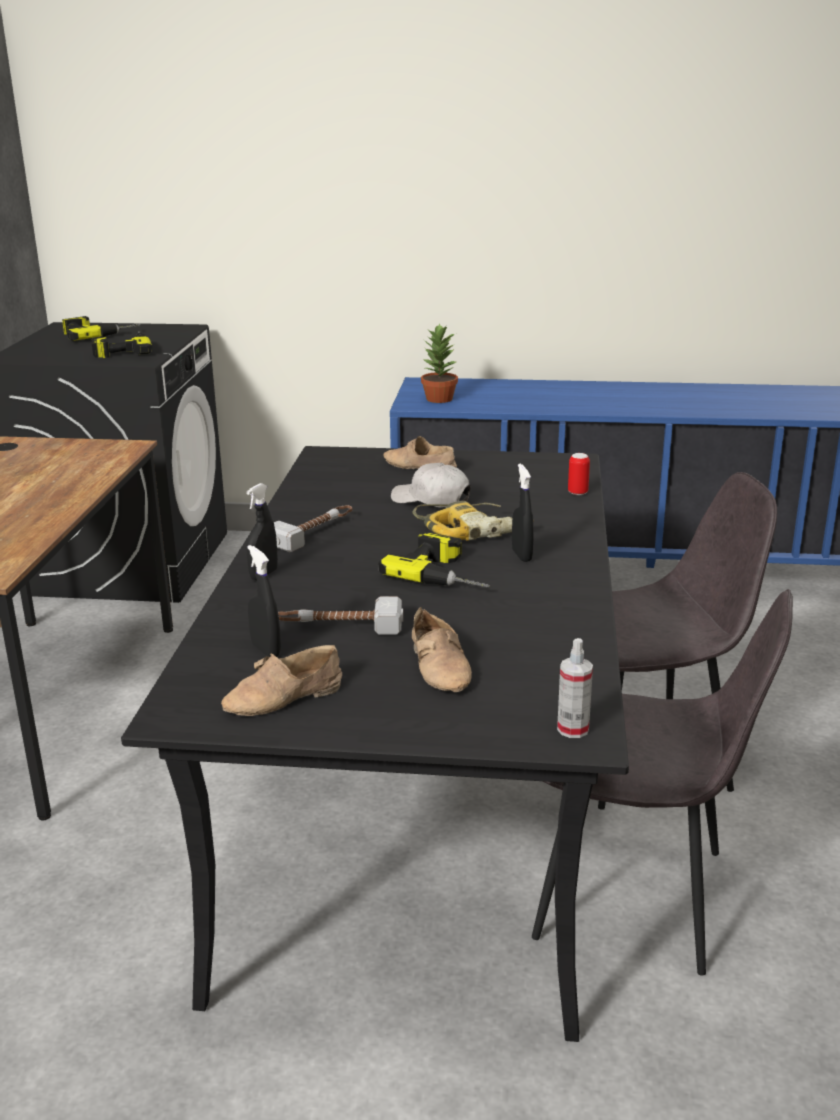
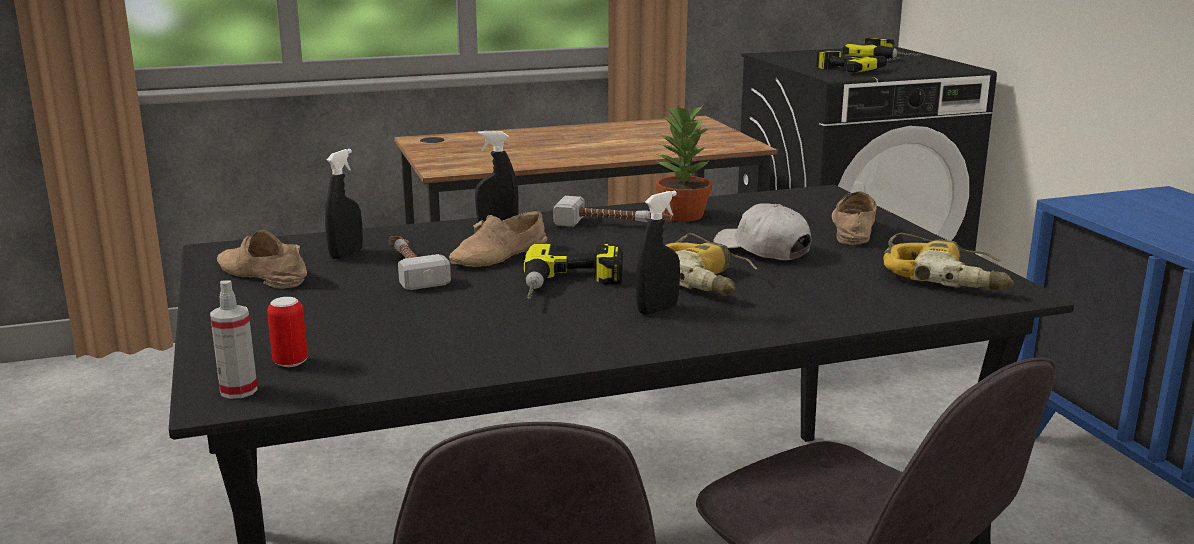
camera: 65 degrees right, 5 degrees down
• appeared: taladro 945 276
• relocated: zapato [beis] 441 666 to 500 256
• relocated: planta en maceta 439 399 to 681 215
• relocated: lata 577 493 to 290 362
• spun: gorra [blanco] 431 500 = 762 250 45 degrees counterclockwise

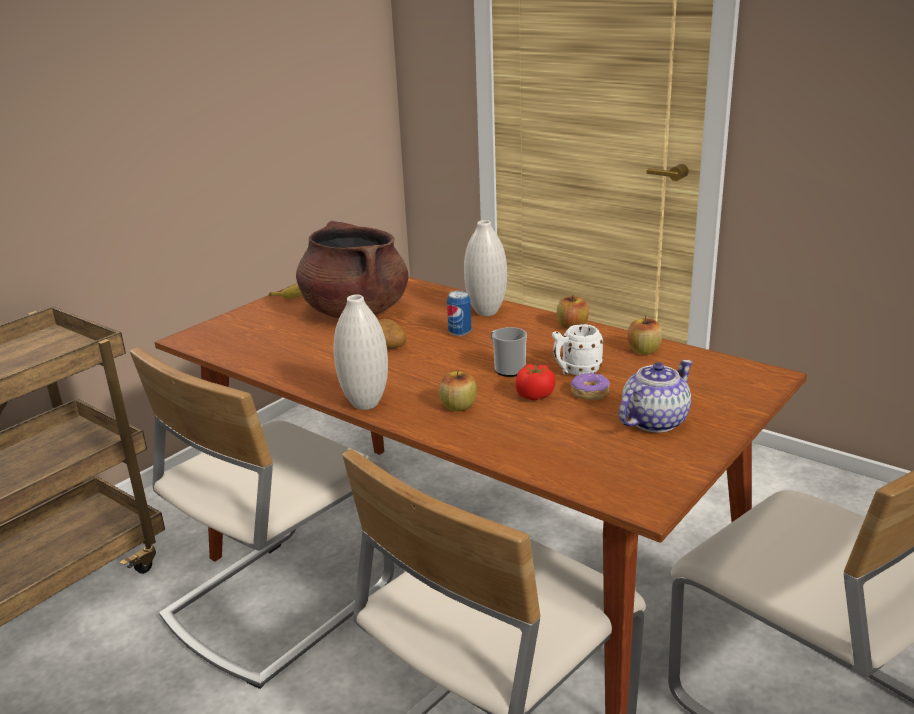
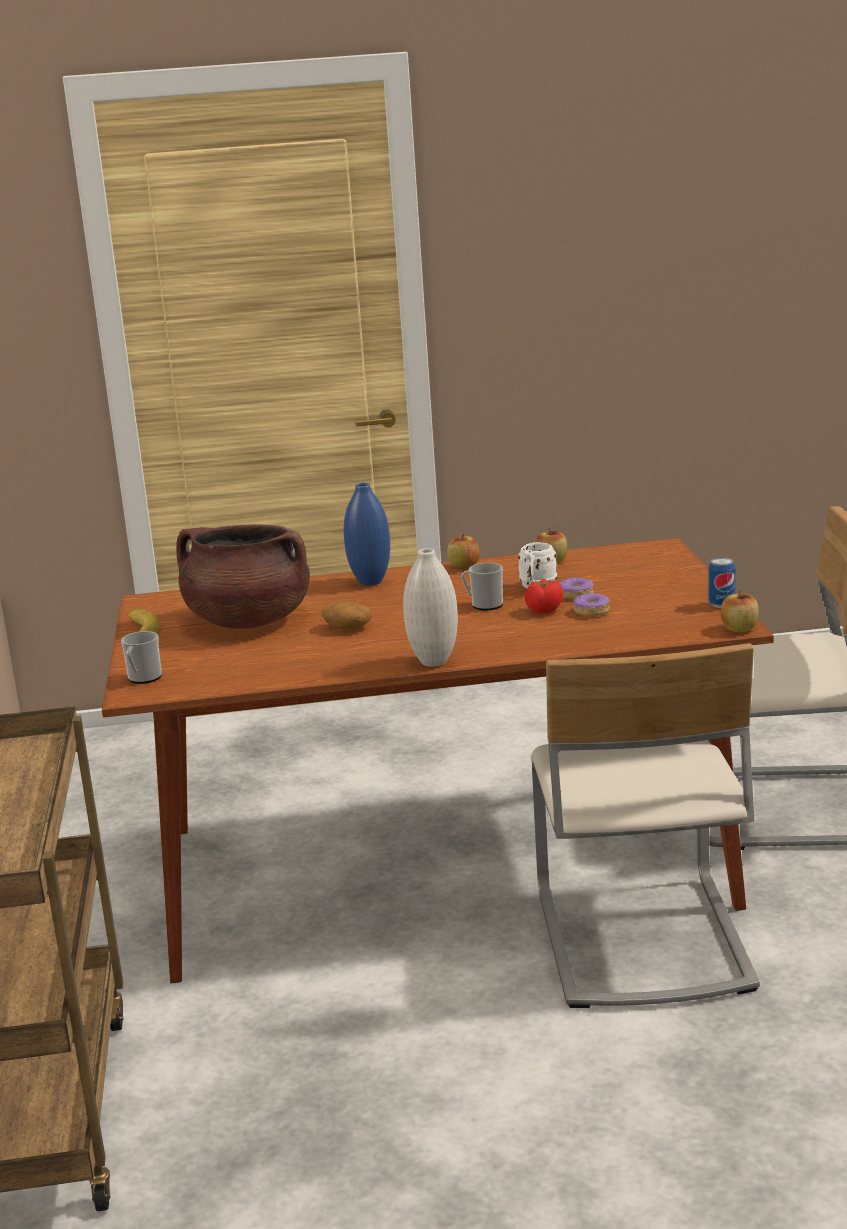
camera: 45 degrees left, 5 degrees down
• missing: silla [beis] 278 601
• missing: tetera 653 421
• appeared: taza grande 143 679
• appeared: rosquilla 591 611
• relocated: manzana 458 406 to 739 629
• relocated: lata 460 332 to 721 604
• colour: florero [blanco] 486 312 to florero [azul] 370 582

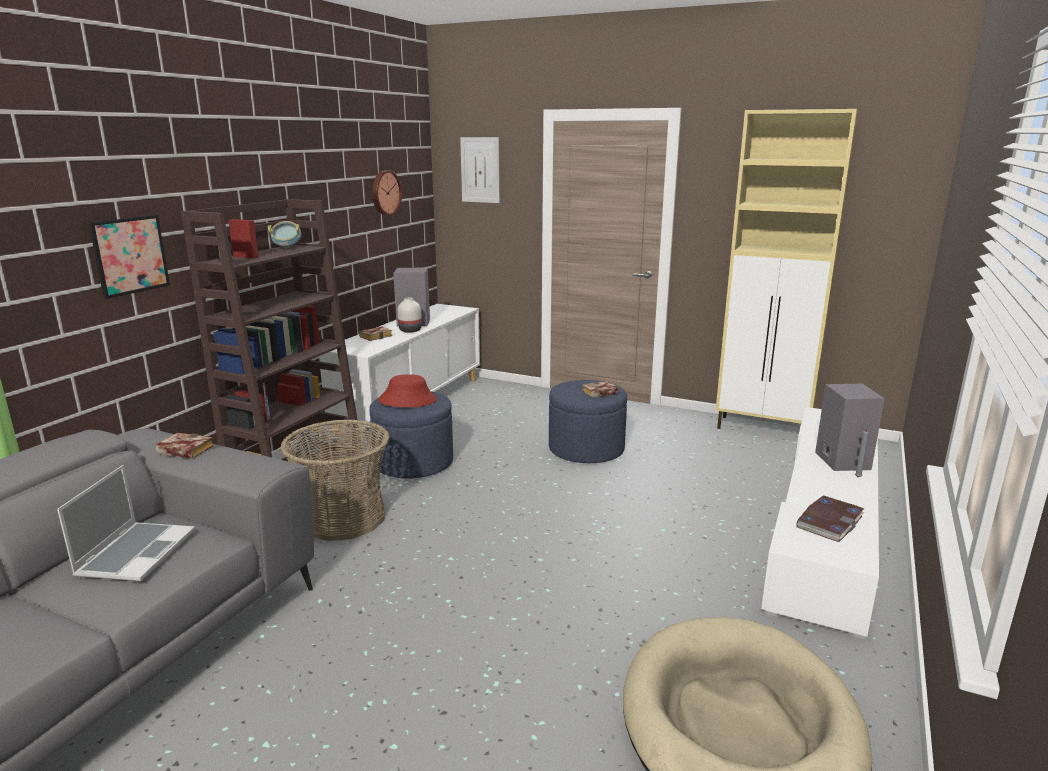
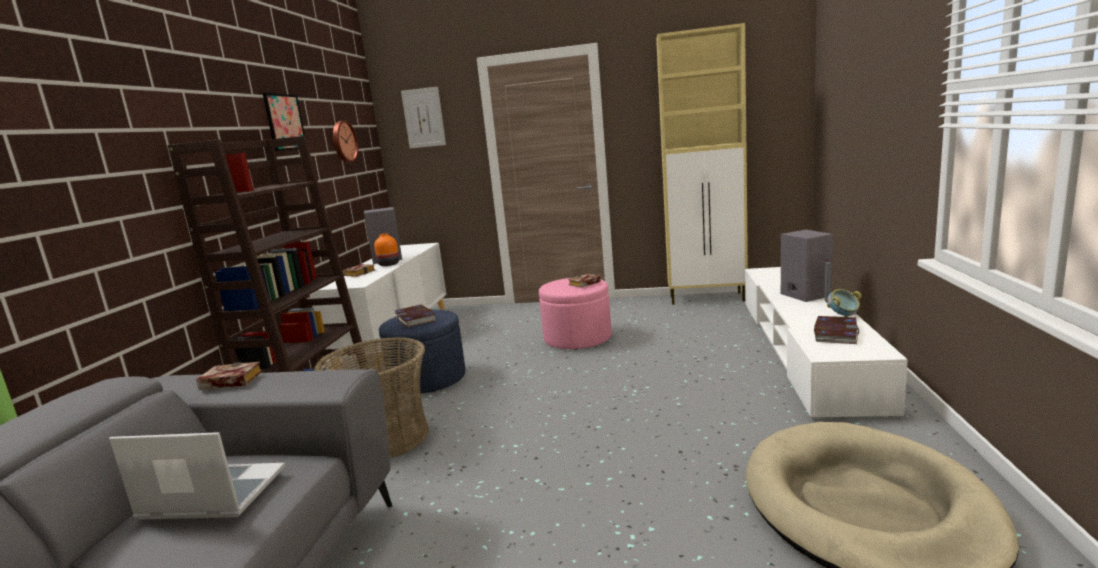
camera: 15 degrees left, 5 degrees down
• relocated: cuadro 130 255 to 285 122
• relocated: cuenco 287 248 to 843 316
• exchanged: sombrero [rojo] 407 400 to libro 415 318
• colour: florero [blanco] 411 330 to florero [naranja] 389 264
• colour: puf [azul] 586 449 to puf [rosa] 577 338
• spun: portátil 136 553 = 211 495 75 degrees counterclockwise

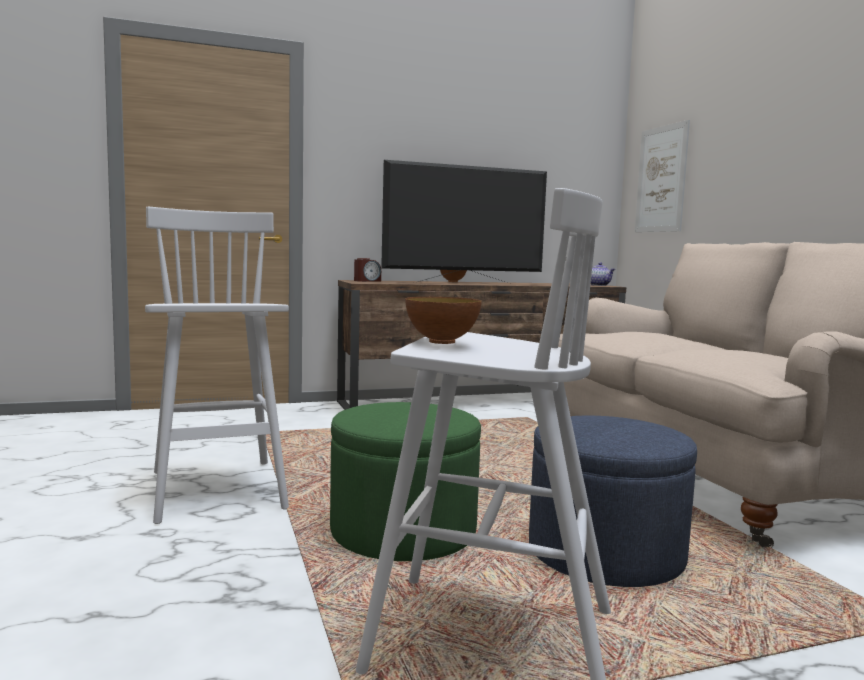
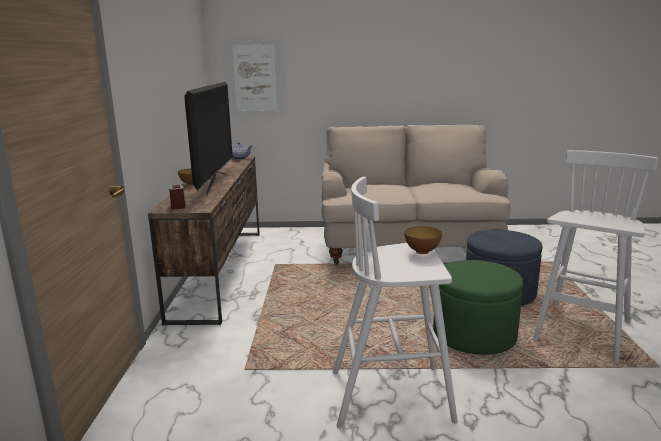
camera: 70 degrees left, 10 degrees up
• relocated: cuenco 442 342 to 422 252

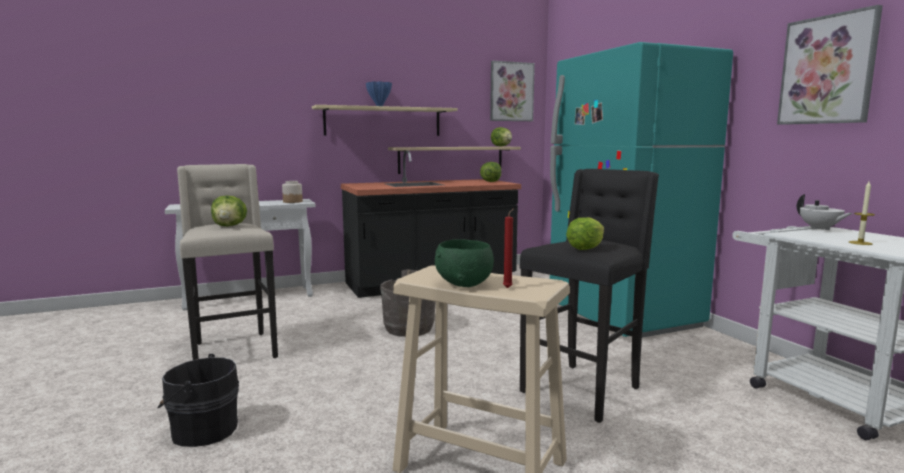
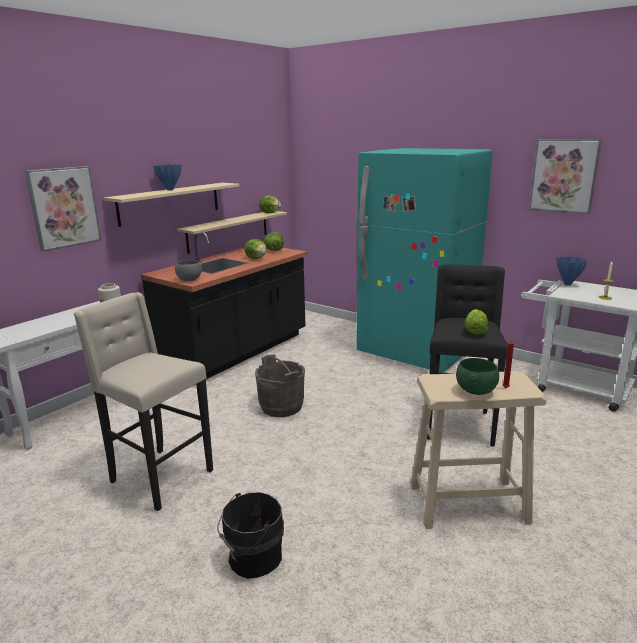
camera: 30 degrees left, 10 degrees up
• appeared: cuenco [gris] 189 280
• relocated: lechuga 229 226 to 256 258
• relocated: cuadro 511 92 to 64 207
• exchanged: tetera [blanco] 819 228 to florero [azul] 568 284

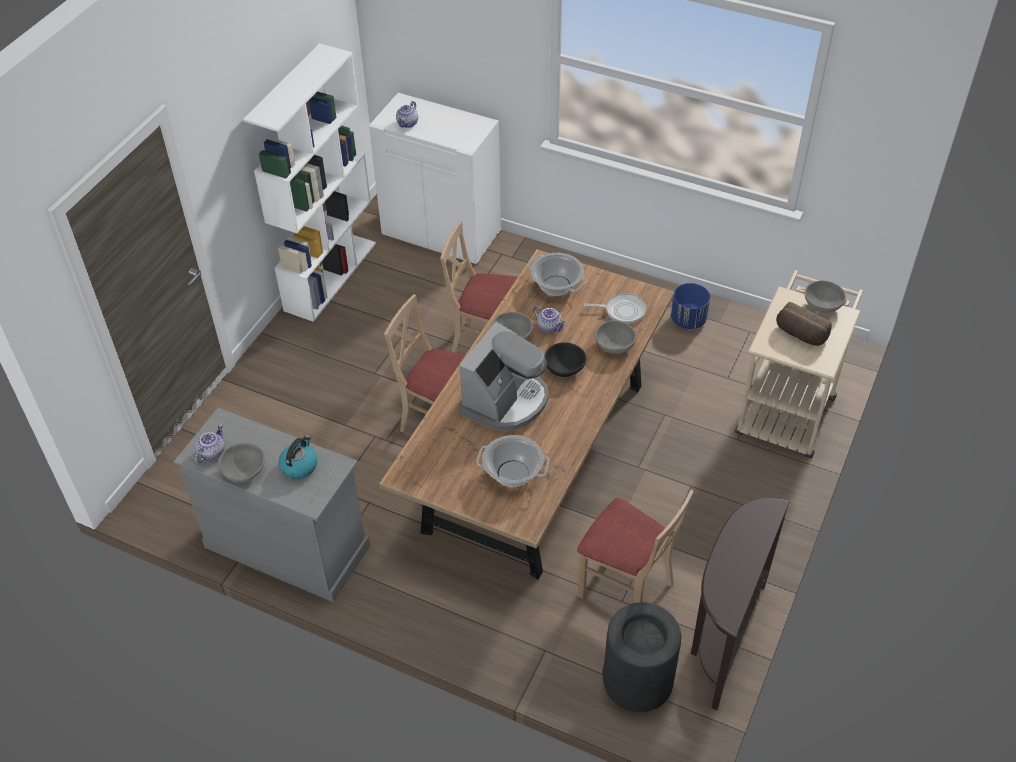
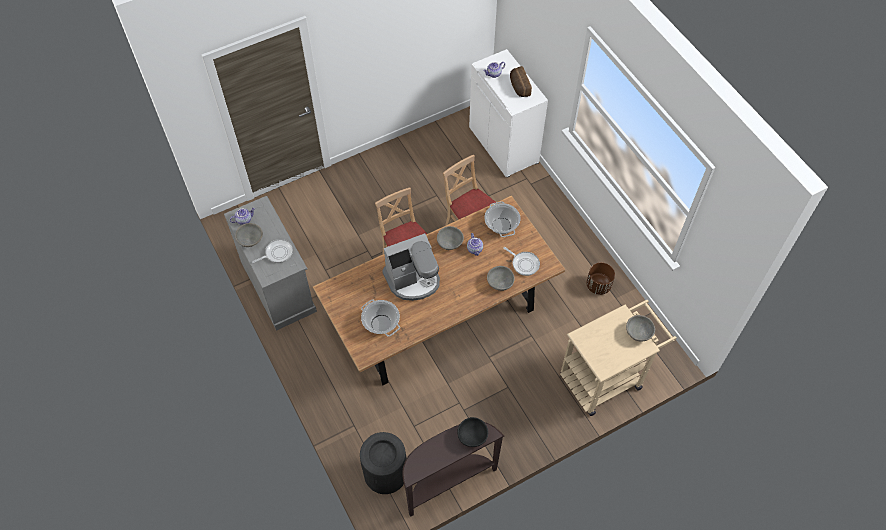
camera: 35 degrees right, 10 degrees up
• missing: estantería [blanco] 330 276
• missing: silla [beis] 626 588
• relocated: cuenco [negro] 564 368 to 472 436
• relocated: pan 800 334 to 518 87
• exchanged: hervidor 299 466 to sartén 277 253
• colour: maceta [azul] 688 320 to maceta [marrón] 598 285

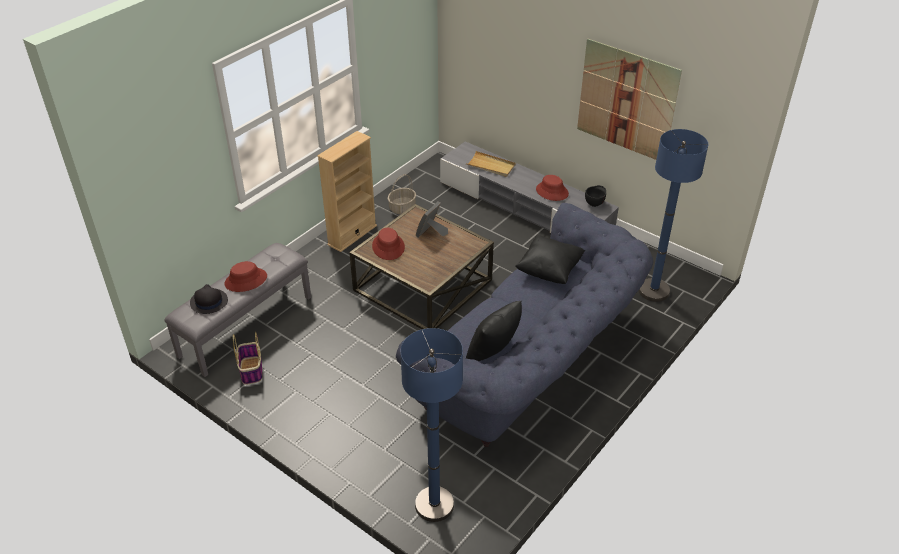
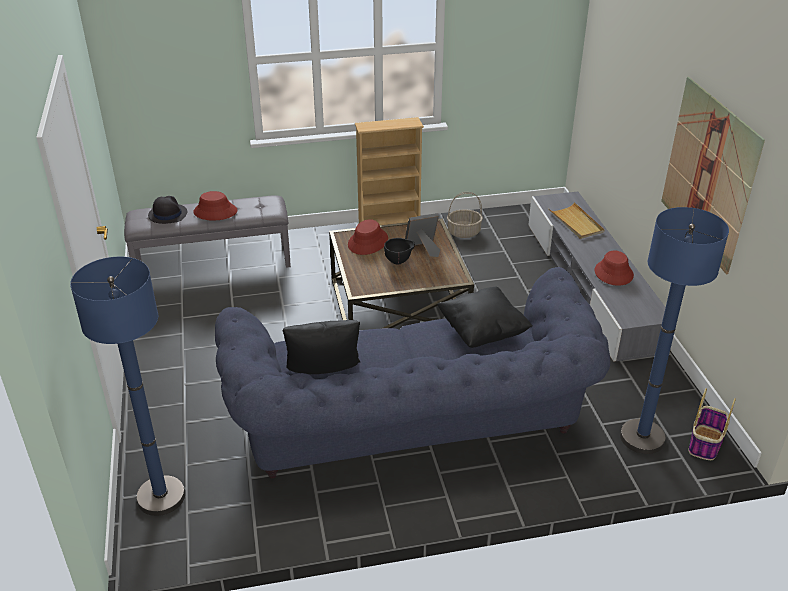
camera: 40 degrees right, 5 degrees down
• relocated: cesta 251 371 to 705 444
• relocated: cuenco [negro] 594 204 to 399 262

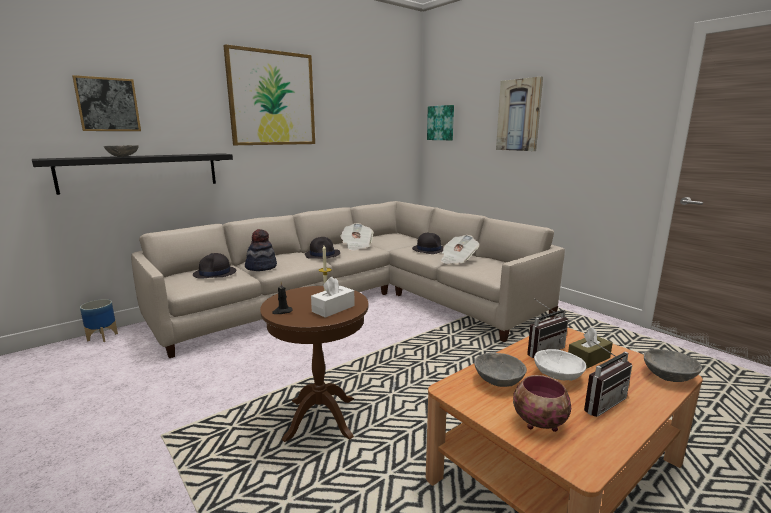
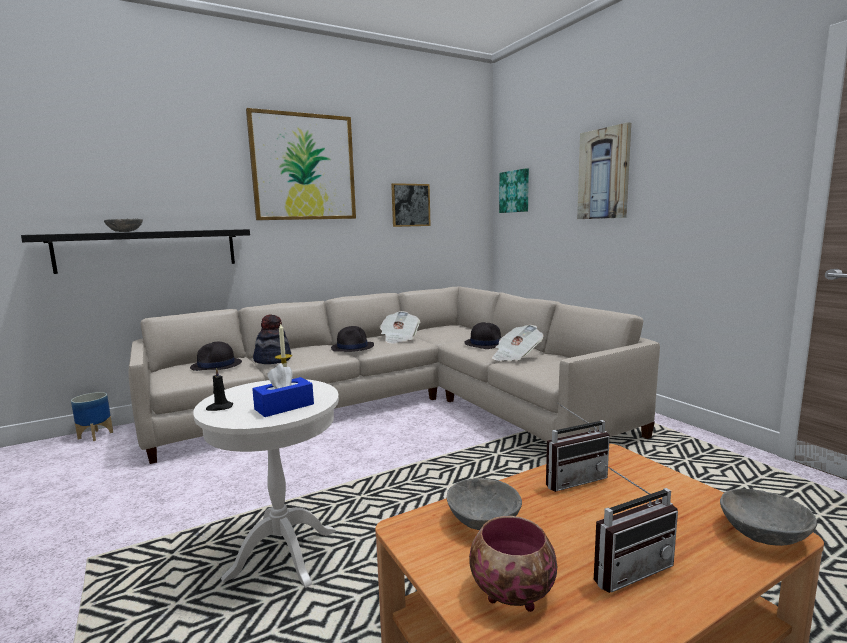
camera: 10 degrees right, 5 degrees down
• missing: cuenco [blanco] 557 377
• missing: caja de pañuelos [marrón] 588 358
• relocated: cuadro 108 104 to 410 205
• colour: mesa auxiliar [marrón] 320 419 to mesa auxiliar [blanco] 282 555
• colour: caja de pañuelos [blanco] 333 308 to caja de pañuelos [azul] 284 407

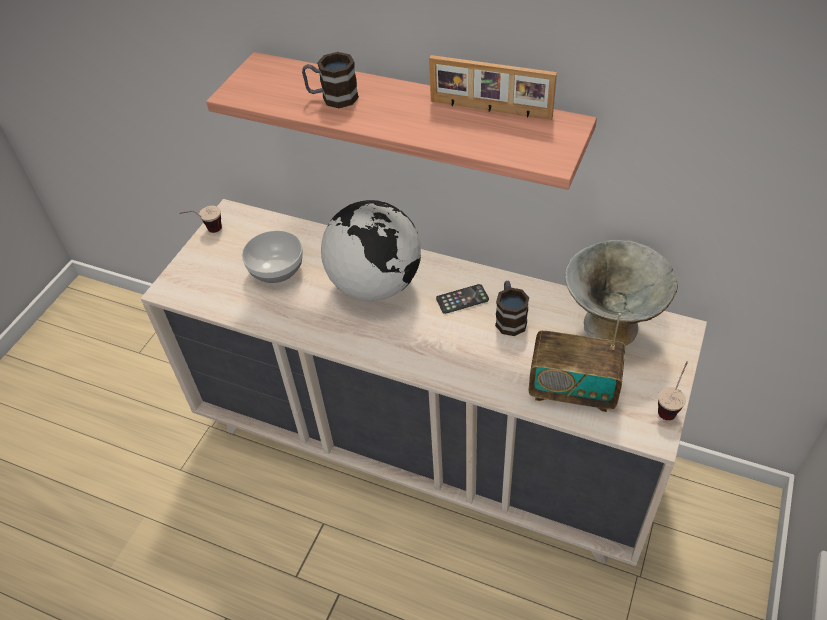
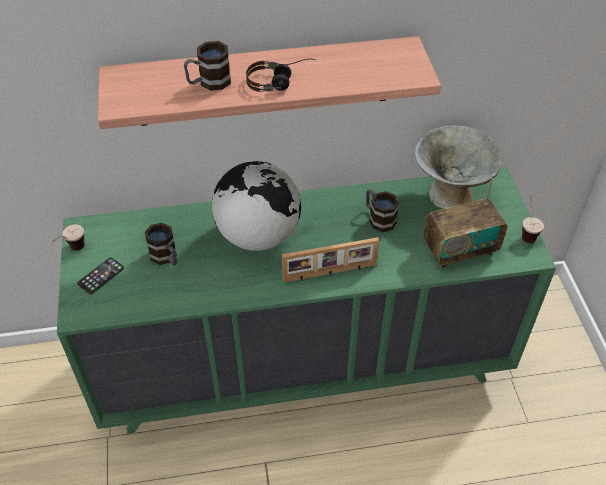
camera: 35 degrees left, 0 degrees up
• appeared: auriculares 280 82
• relocated: portarretratos 490 110 to 330 273
• relocated: móvil 462 299 to 101 276
• exchanged: cuenco 277 270 to taza grande 166 257
• colour: cómoda [beis] 425 446 to cómoda [verde] 304 363

